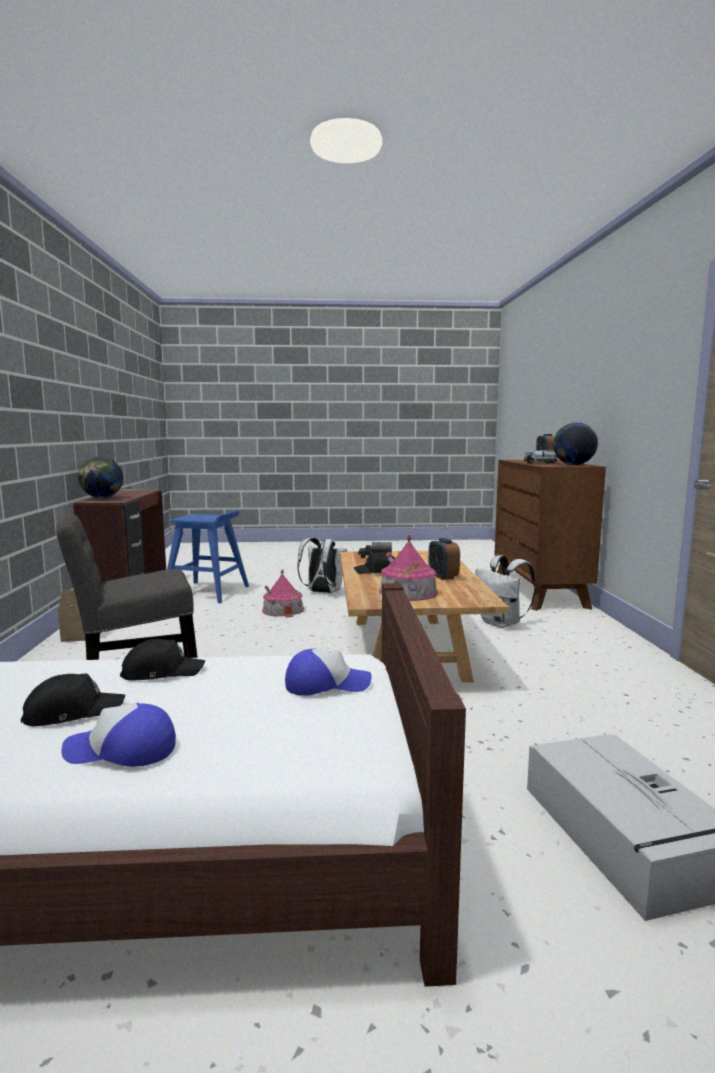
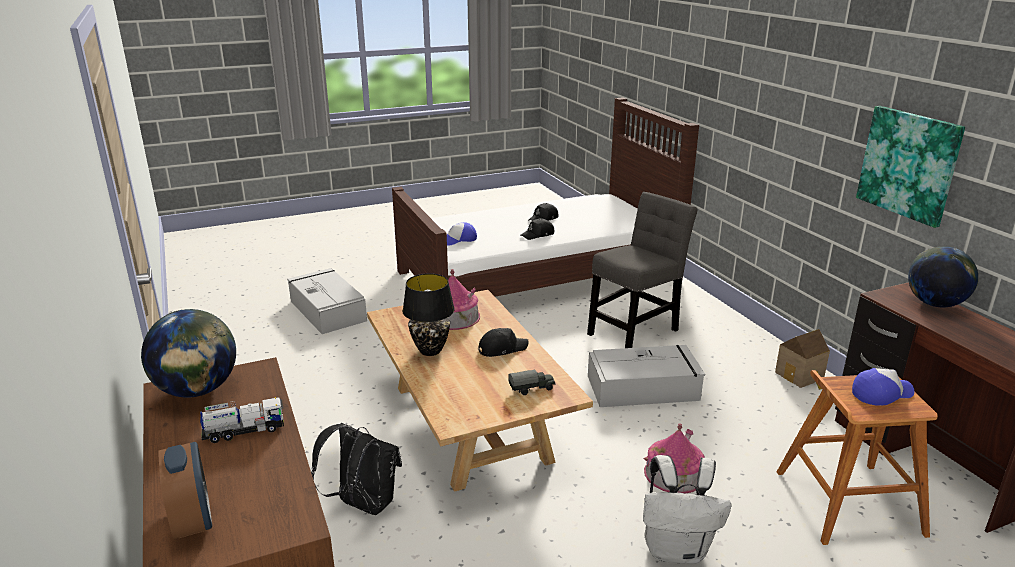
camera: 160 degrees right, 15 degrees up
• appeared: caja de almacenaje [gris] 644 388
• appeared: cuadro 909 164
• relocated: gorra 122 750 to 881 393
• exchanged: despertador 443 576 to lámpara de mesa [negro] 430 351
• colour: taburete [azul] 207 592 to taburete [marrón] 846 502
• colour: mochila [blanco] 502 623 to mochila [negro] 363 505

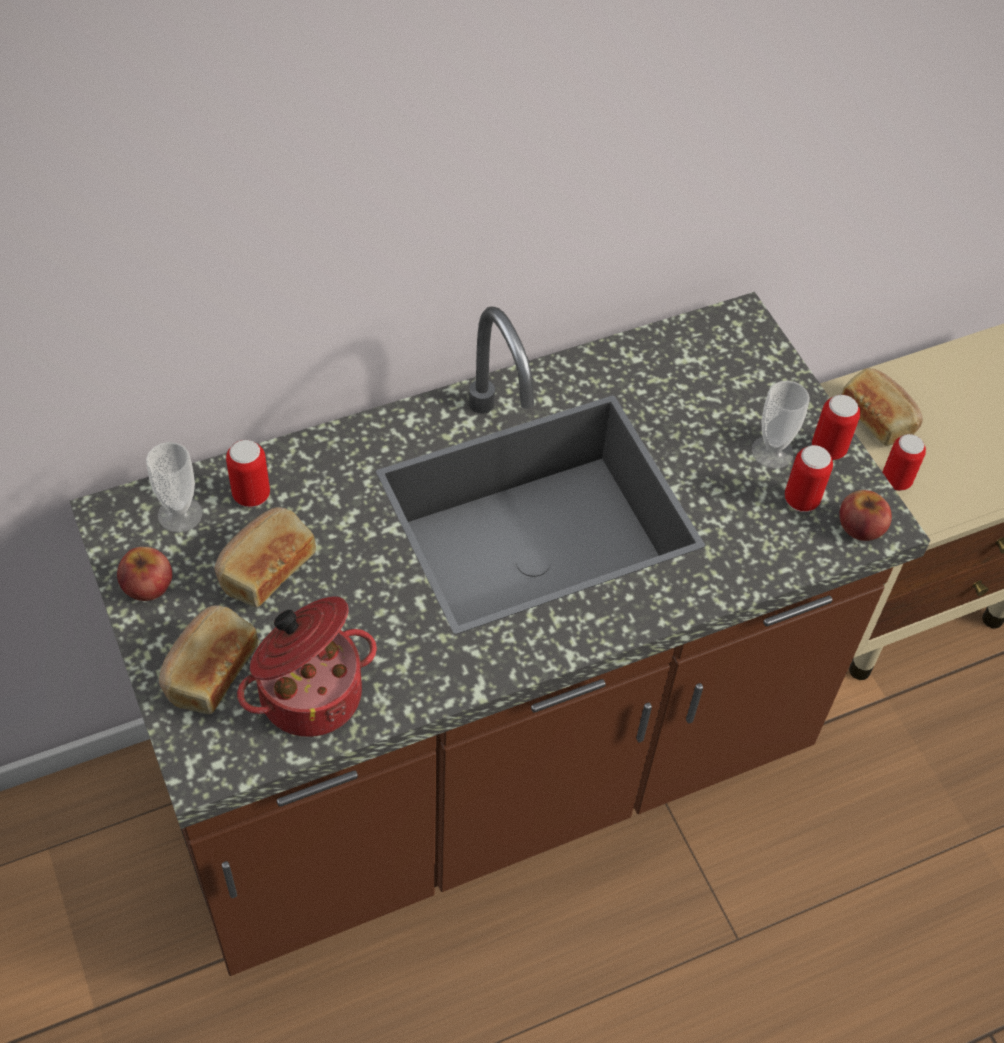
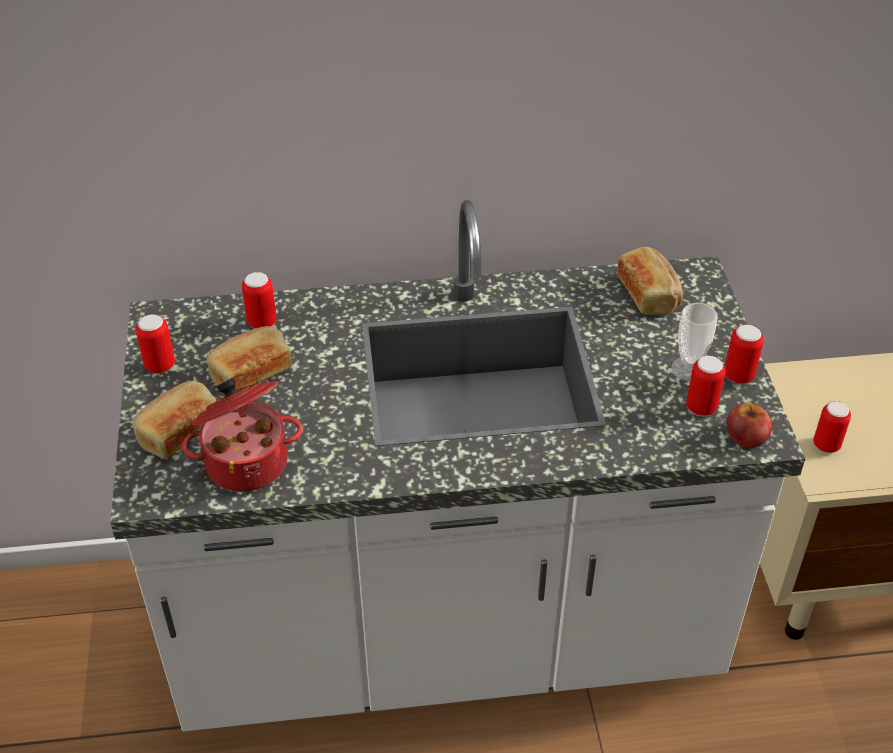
camera: 20 degrees right, 10 degrees down
• missing: taza 180 514
• relocated: pan 878 417 to 649 294
• exchanged: manzana 147 584 to lata 160 366
• colour: mueble bajo de cocina [marrón] 484 768 to mueble bajo de cocina [blanco] 446 634

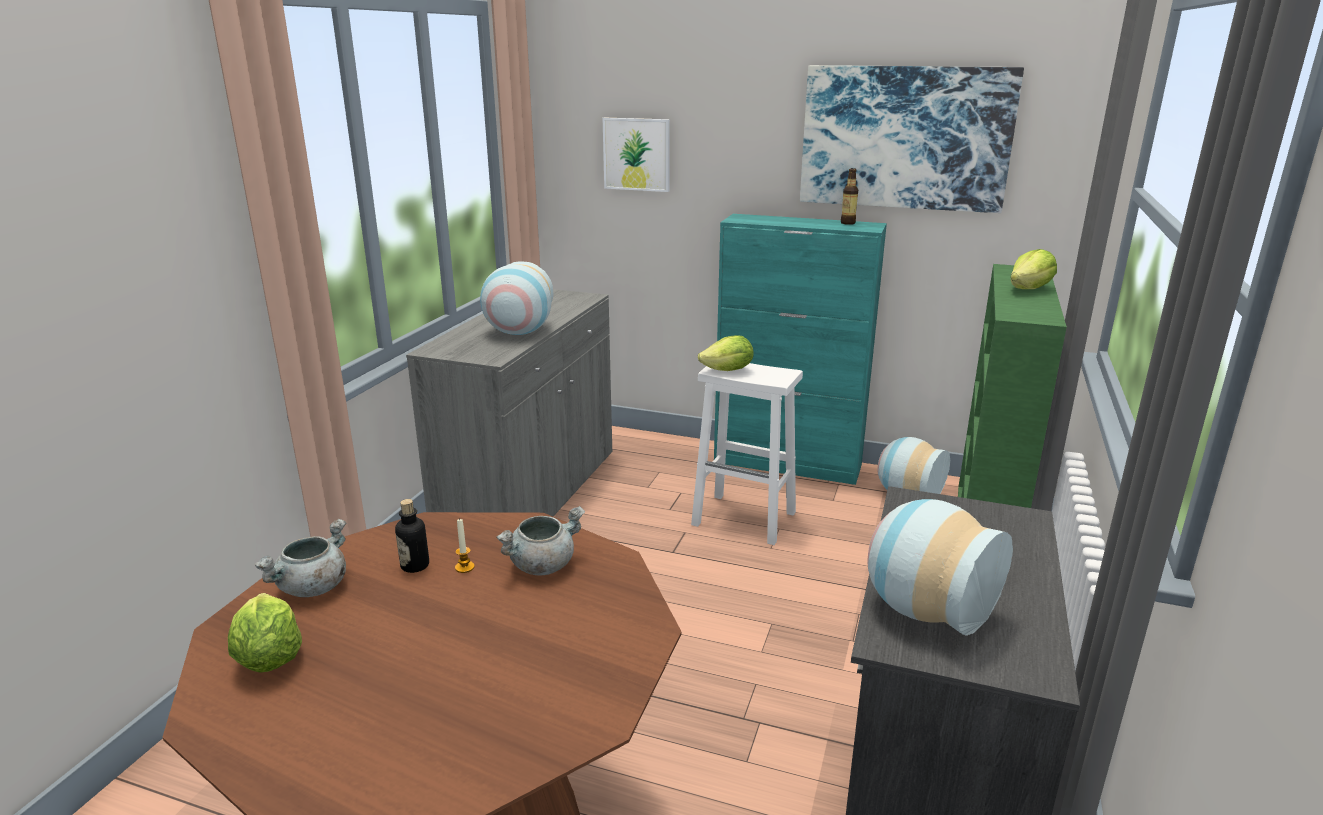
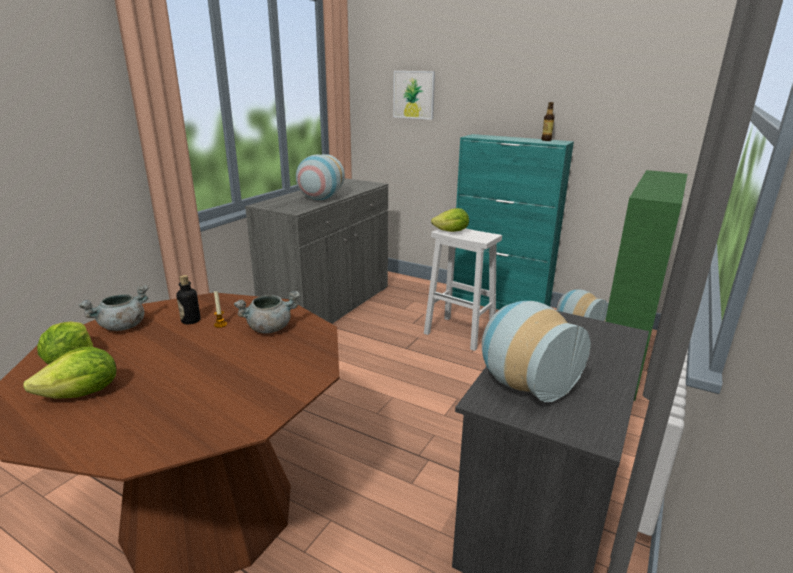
camera: 10 degrees right, 0 degrees up
• missing: cuadro 905 138
• relocated: lechuga 1029 289 to 83 394

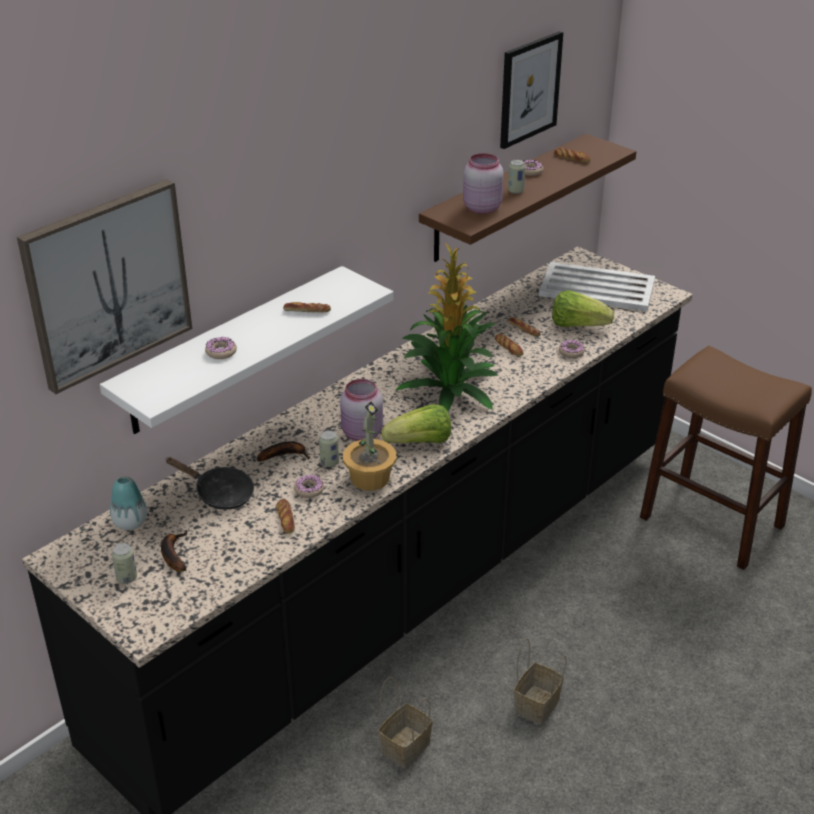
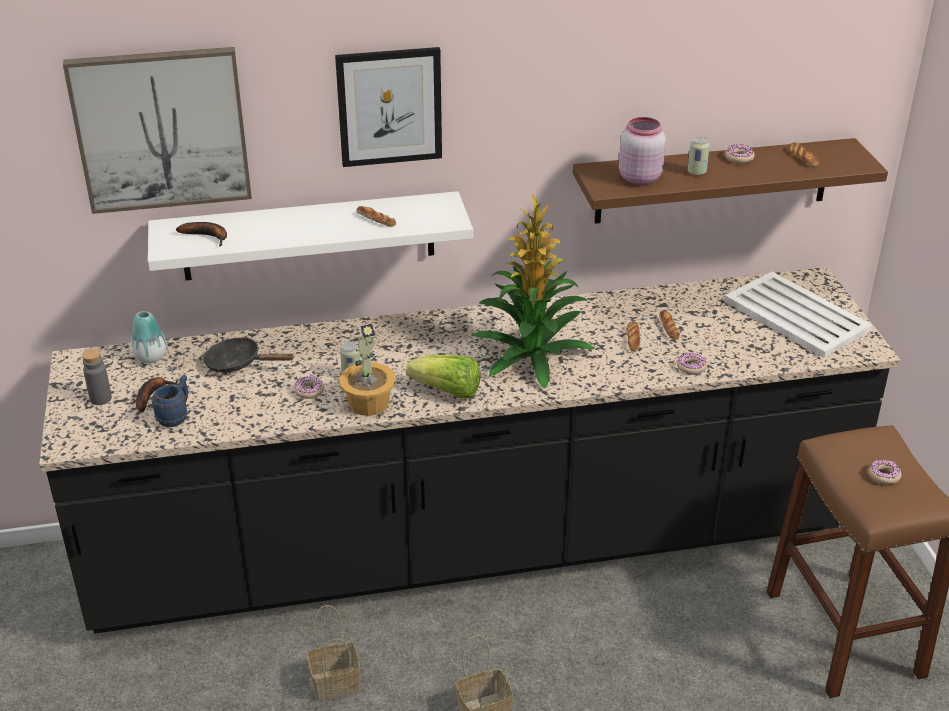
camera: 35 degrees right, 0 degrees up
• missing: pan 286 519
• missing: tarro [rosa] 361 434
• missing: lechuga 577 325
• appeared: taza grande [azul] 176 417
• relocated: rosquilla 221 352 to 884 475
• relocated: plátano 285 455 to 208 236
• relocated: cuadro 529 89 to 389 106
• exchanged: lata 127 578 to botella [gris] 100 398
• spun: sartén [negro] 219 493 = 238 363 135 degrees clockwise

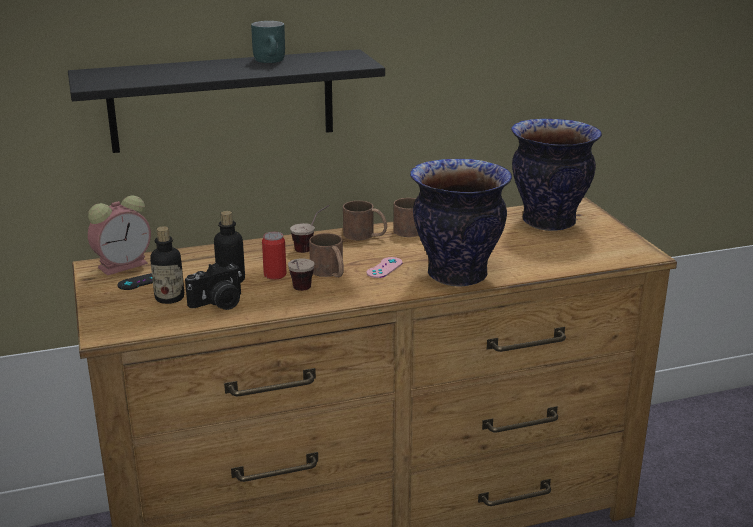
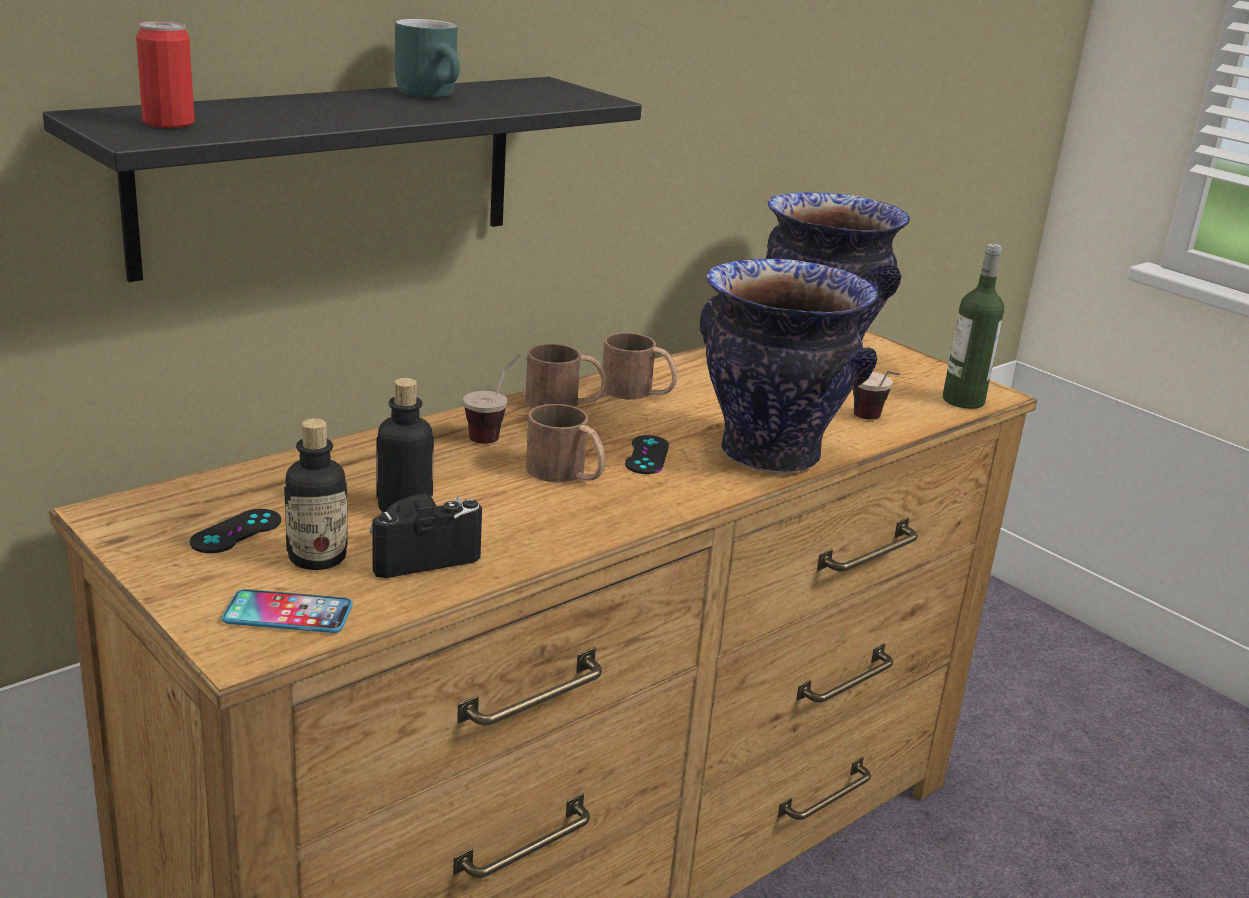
camera: 25 degrees left, 0 degrees up
• missing: despertador 124 265
• appeared: móvil 288 614
• appeared: botella 963 400
• relocated: lata 275 275 to 168 123
• relocated: taza 299 292 to 873 422
• colour: mando de consola [rosa] 384 268 to mando de consola [negro] 647 455
• spun: cámara 218 304 = 421 556 150 degrees counterclockwise

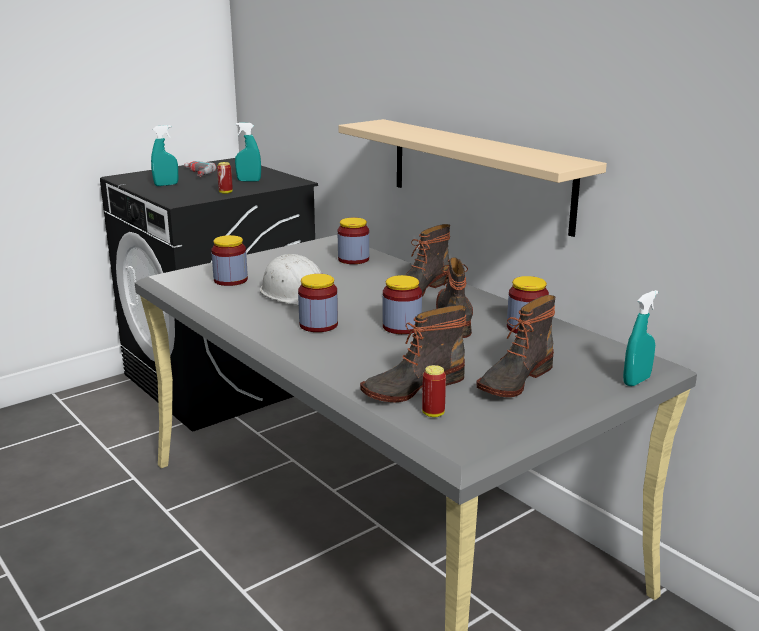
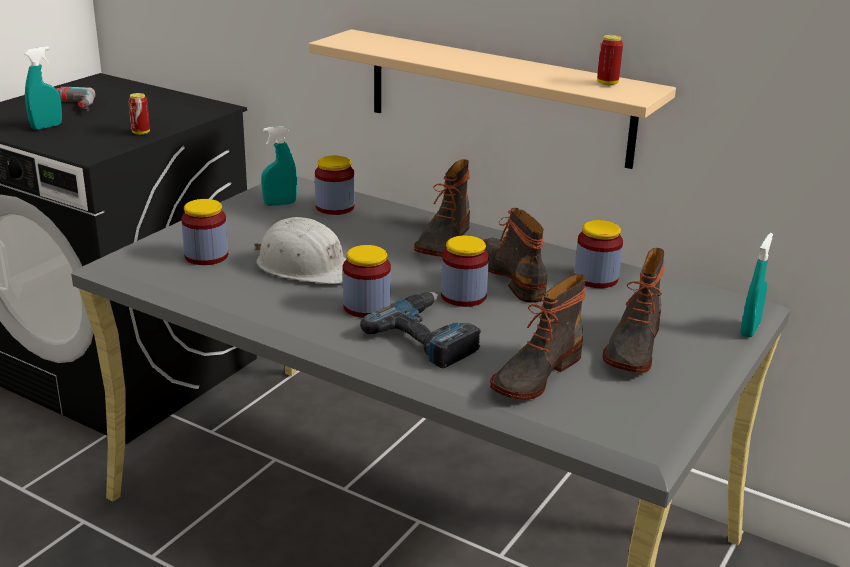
camera: 20 degrees left, 5 degrees up
• appeared: taladro 429 336
• relocated: pulverizador [turquesa] 249 181 to 280 204
• relocated: lata 433 413 to 607 83

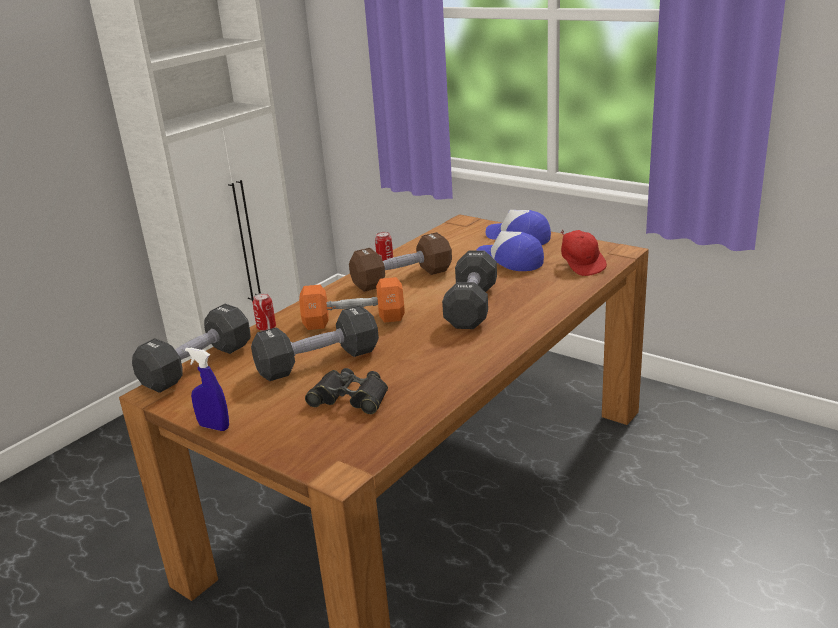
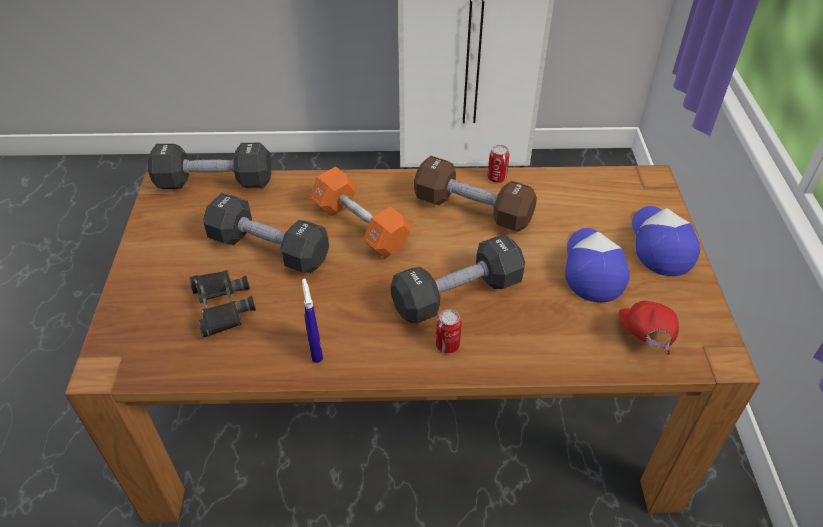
camera: 50 degrees right, 20 degrees up
• relocated: pulverizador [azul] 214 427 to 315 350
• relocated: lata 266 328 to 447 345
• spun: gorra [rojo] 582 265 = 643 337 150 degrees clockwise

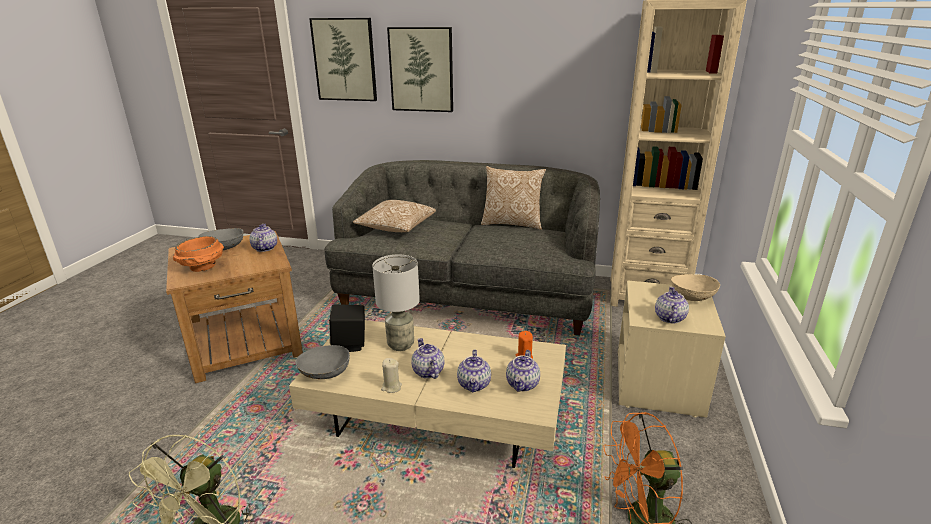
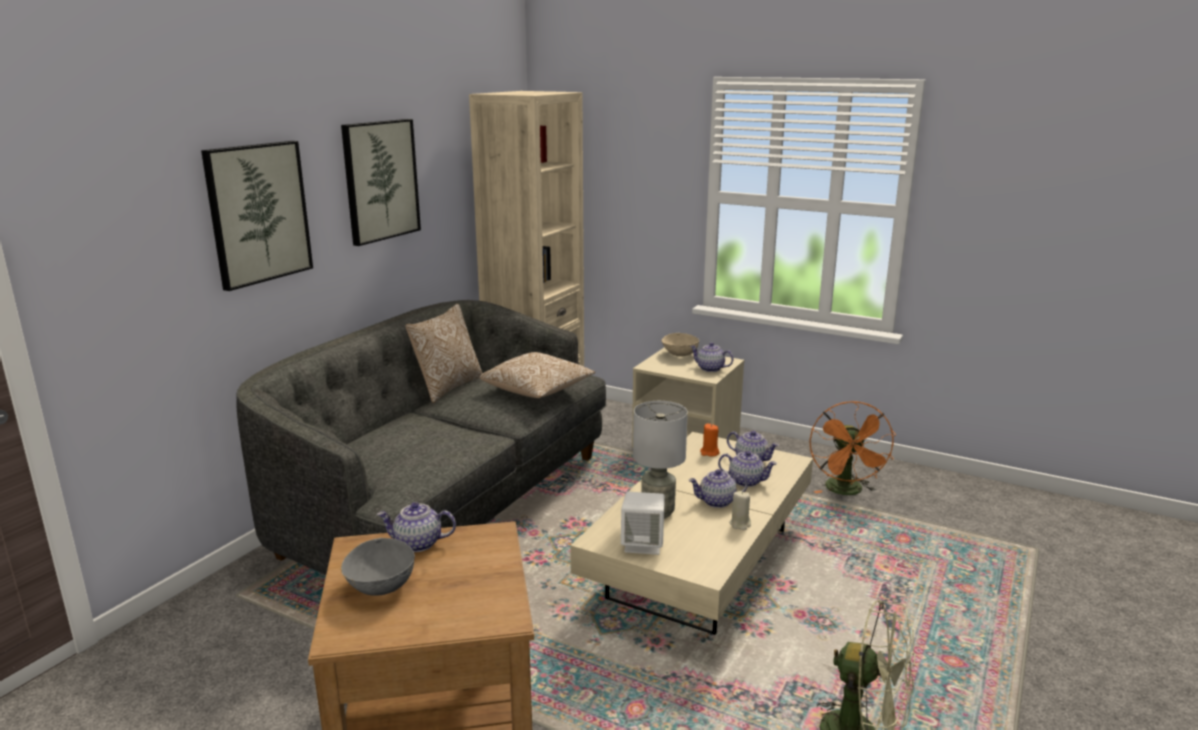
camera: 75 degrees left, 5 degrees down
• missing: cuenco [naranja] 202 267
• missing: cuenco [gris] 325 375
• relocated: cuadro 345 60 to 380 180
• relocated: cojín 396 228 to 537 391
• colour: altavoz [negro] 350 344 to altavoz [blanco] 643 545

